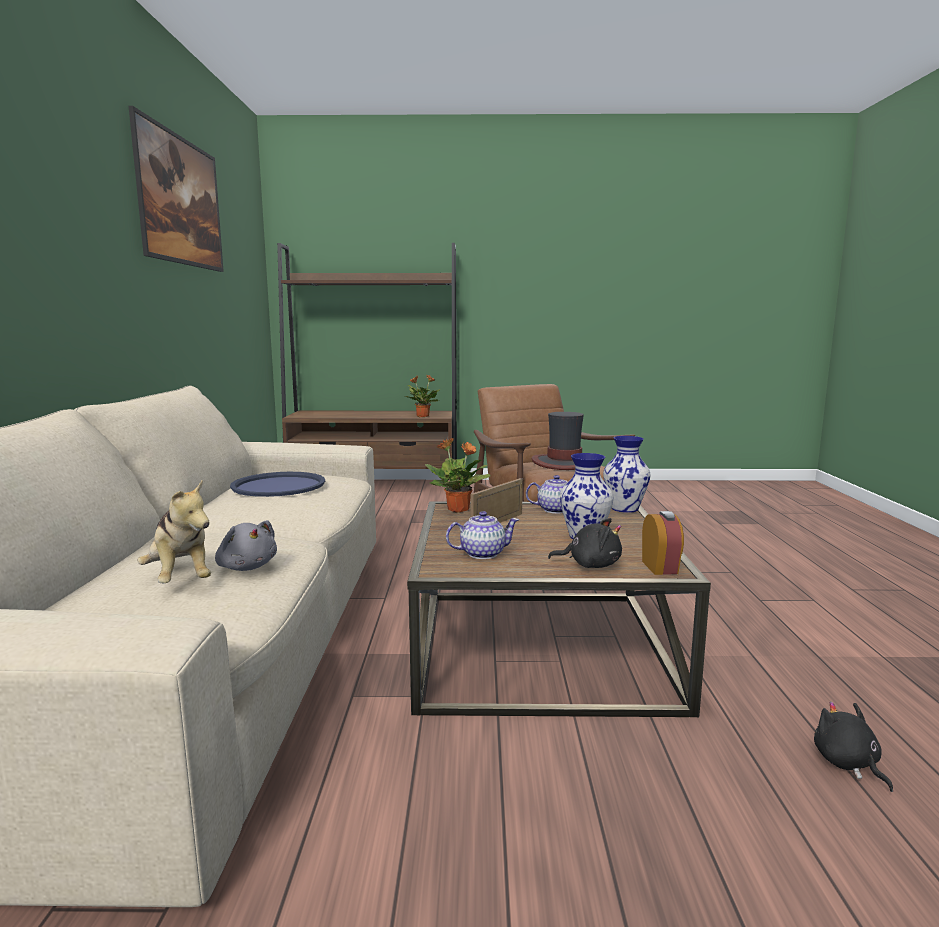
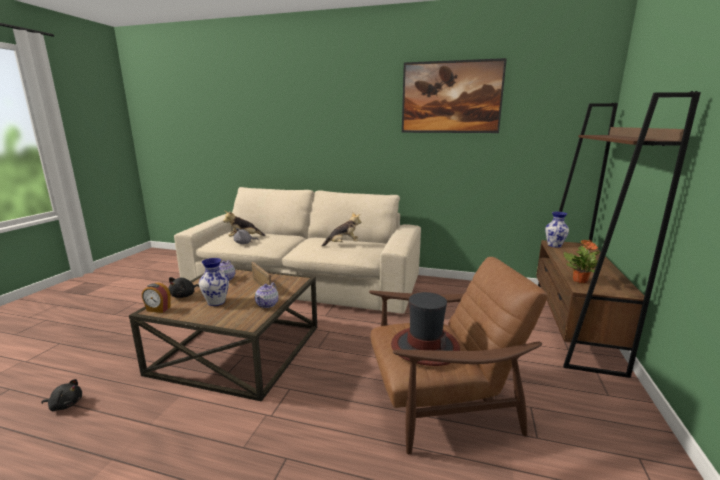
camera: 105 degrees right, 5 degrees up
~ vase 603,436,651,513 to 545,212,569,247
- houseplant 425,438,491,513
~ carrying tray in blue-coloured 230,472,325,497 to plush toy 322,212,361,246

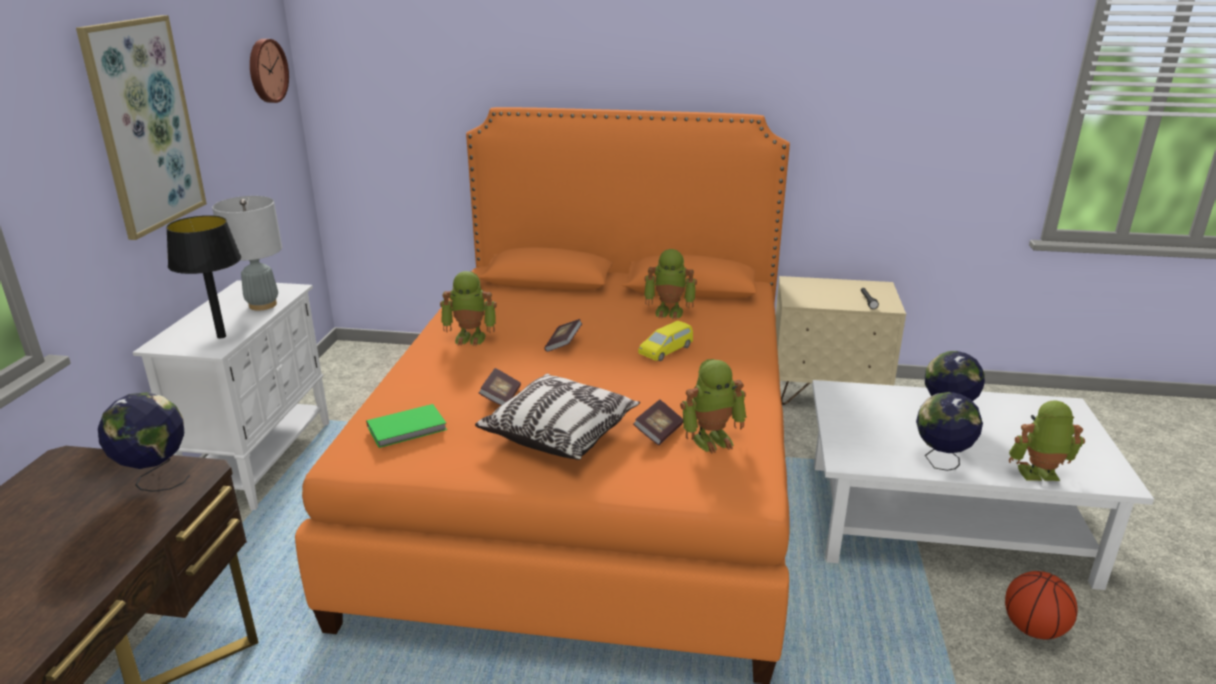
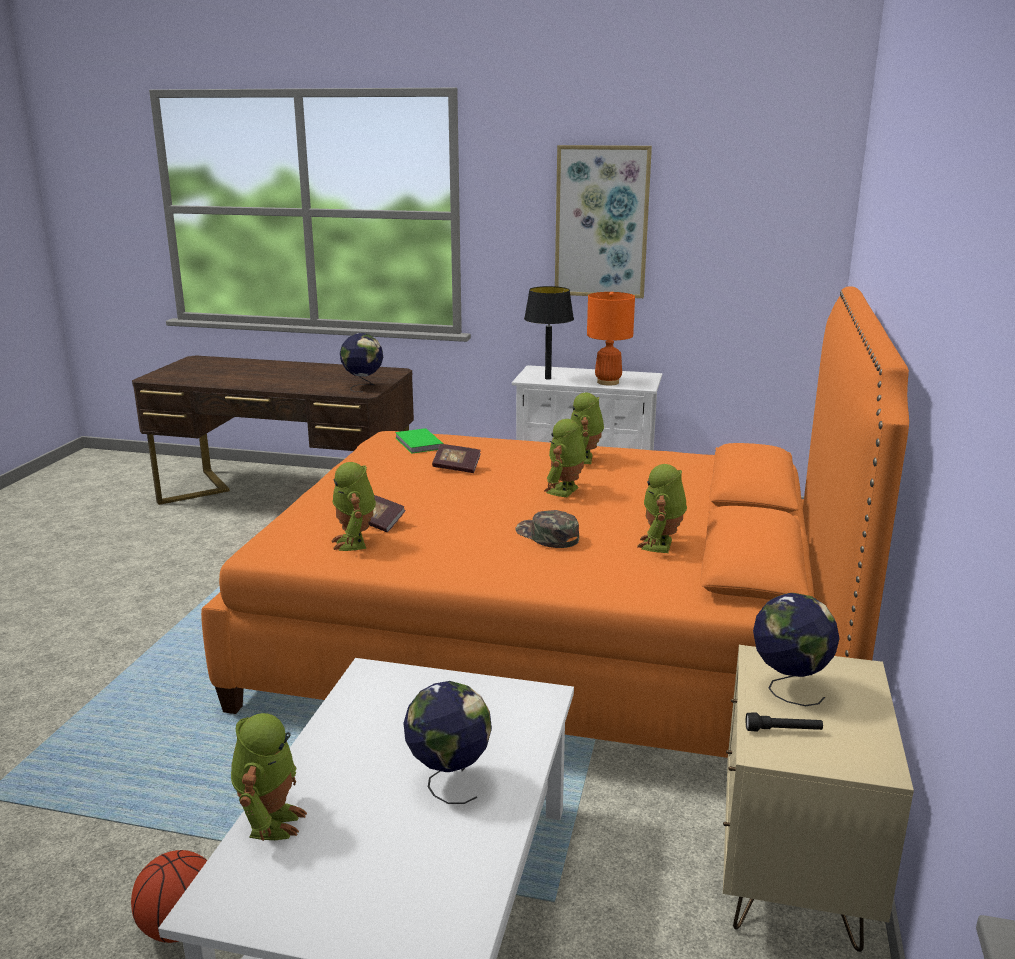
camera: 95 degrees right, 5 degrees down
- clock on the wall 250,39,289,103
~ lamp for a table in greyish 212,196,282,311 to lamp for a table in orange 587,292,635,386
~ bound book 544,319,582,352 to model robot 544,419,586,497
~ toy car in yellowish 638,320,693,361 to cap in greenish 516,510,579,548
- cushion 475,374,640,460
~ desk globe 916,392,983,471 to 753,593,840,706

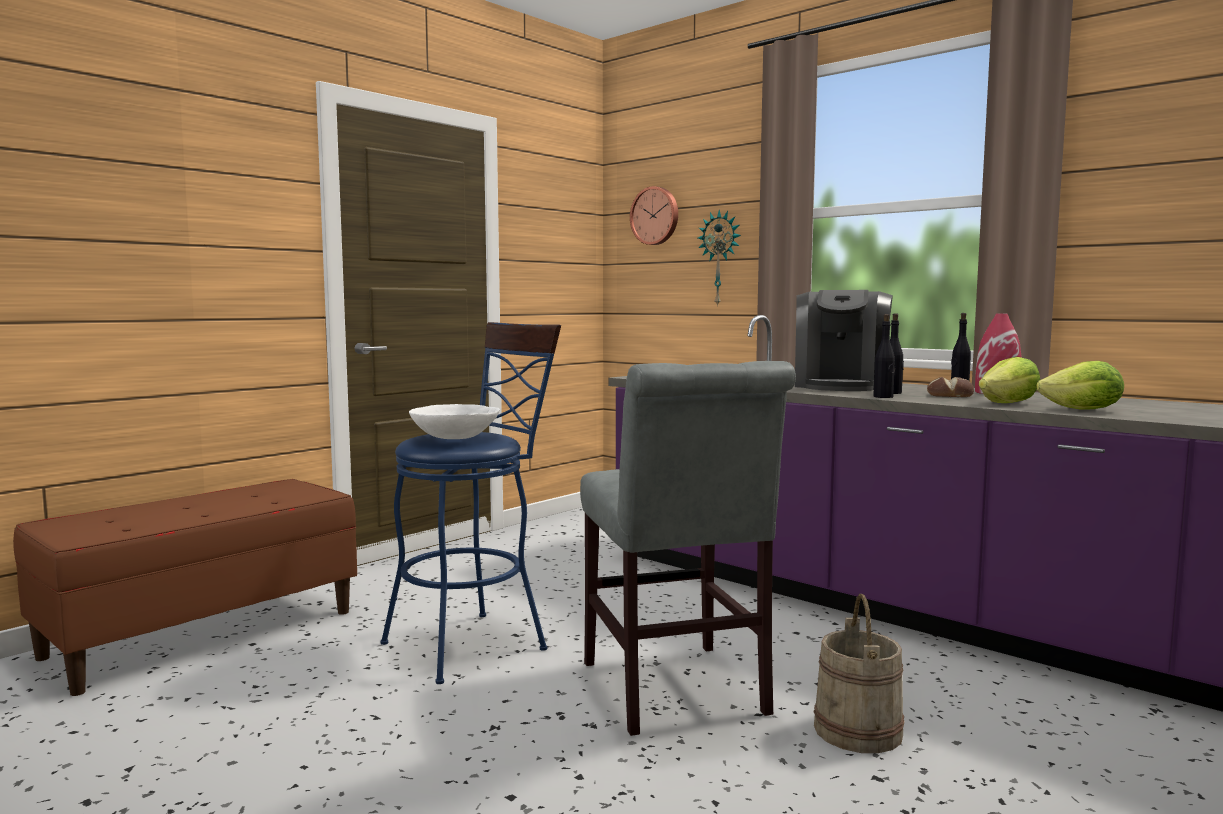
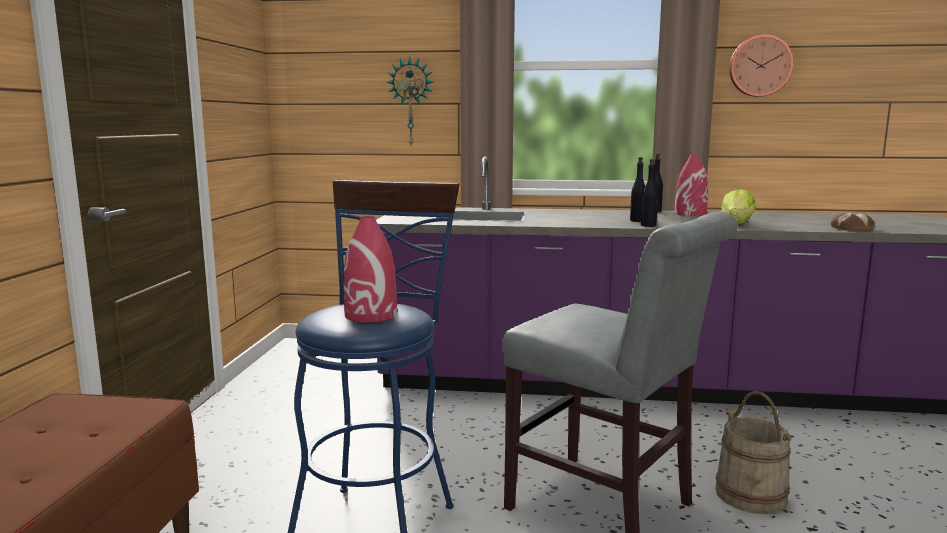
camera: 35 degrees left, 5 degrees up
~ clock on the wall 630,186,678,245 to 729,34,794,97
- coffee maker 795,290,893,391
- head of lettuce 1036,361,1124,409
~ baked bread 927,377,974,397 to 830,213,874,231
~ serving bowl in white-coloured 409,404,500,439 to vase in red-coloured 344,216,397,323

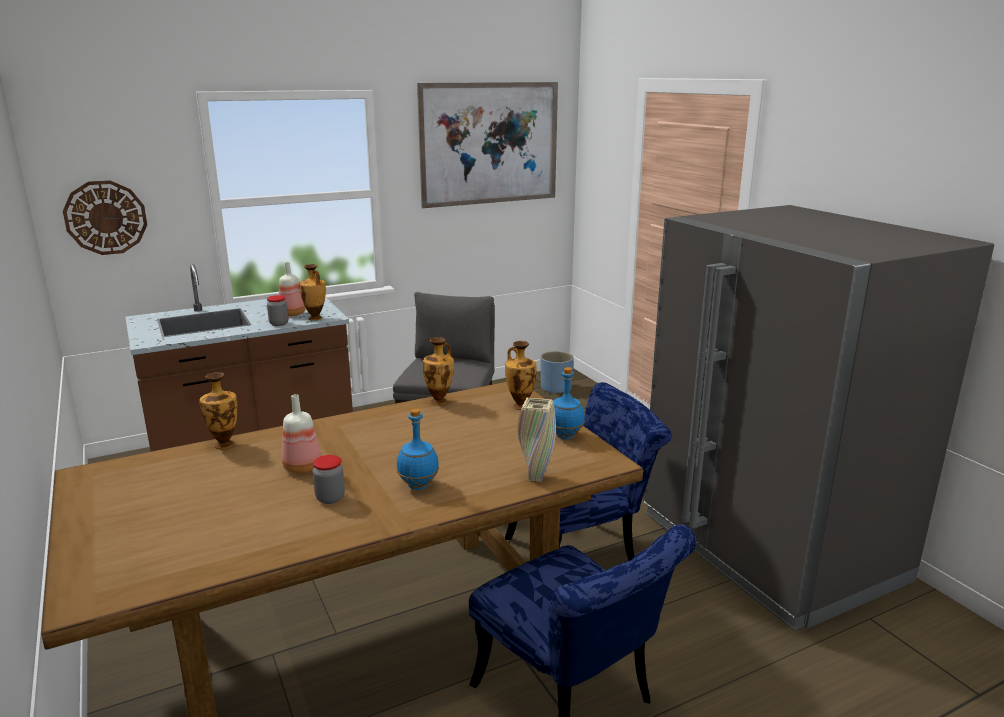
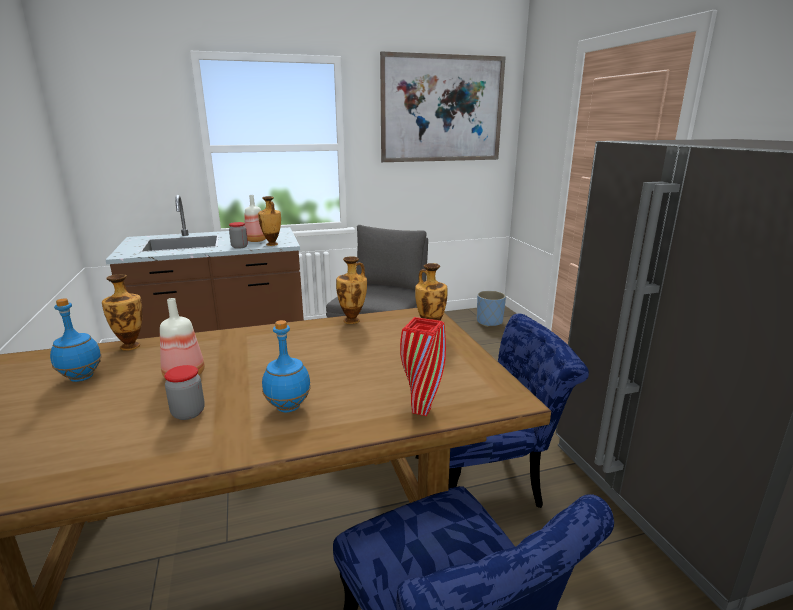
camera: 10 degrees right, 0 degrees up
- clock on the wall 63,180,147,255
~ beverage bottle in blue-coloured 553,367,585,439 to 50,298,102,382
~ vase in beige 518,398,556,482 to vase in red-coloured 400,317,446,416

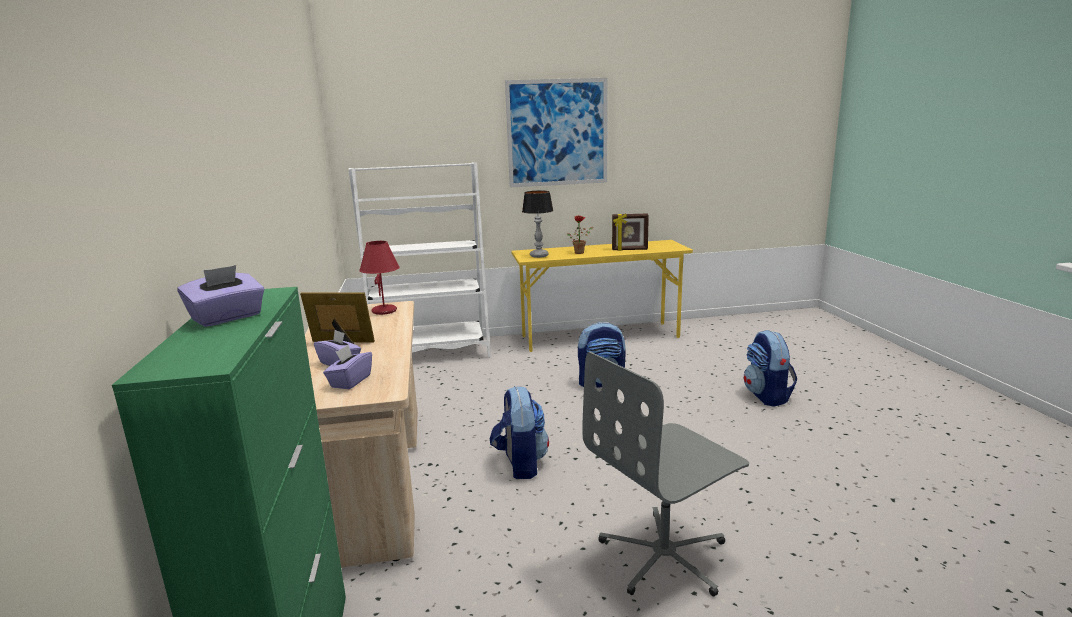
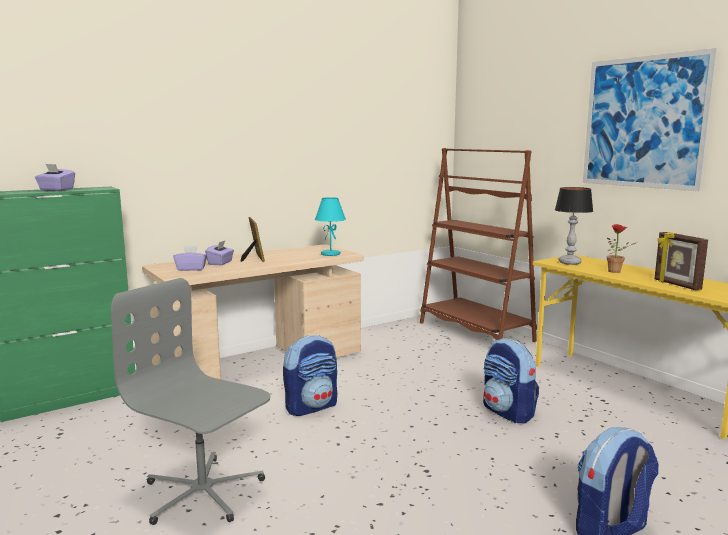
camera: 65 degrees right, 5 degrees down
~ shelving unit in white-coloured 348,163,491,358 to shelving unit in brownish 420,148,537,342
~ lamp for a table in red-coloured 359,241,400,315 to lamp for a table in turquoise 315,197,346,256

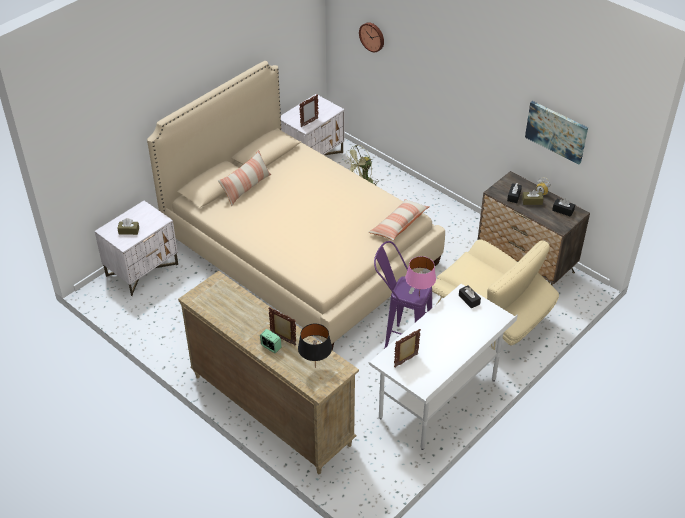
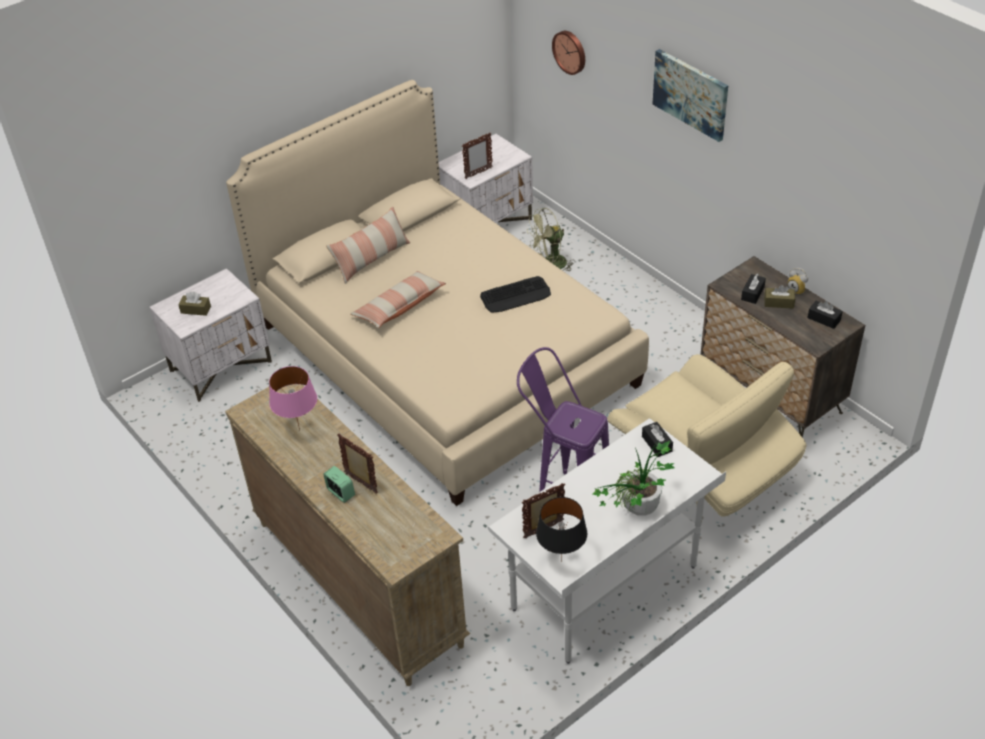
camera: 10 degrees right, 0 degrees up
~ picture 525,101,588,164 to 652,49,728,142
~ cushion 368,199,429,241 to 350,271,446,328
~ lamp for a table in pink-coloured 405,256,436,298 to 269,366,317,431
~ lamp for a table in black-coloured 298,324,332,368 to 536,497,587,562
+ keyboard 480,276,551,313
+ houseplant 593,440,675,516

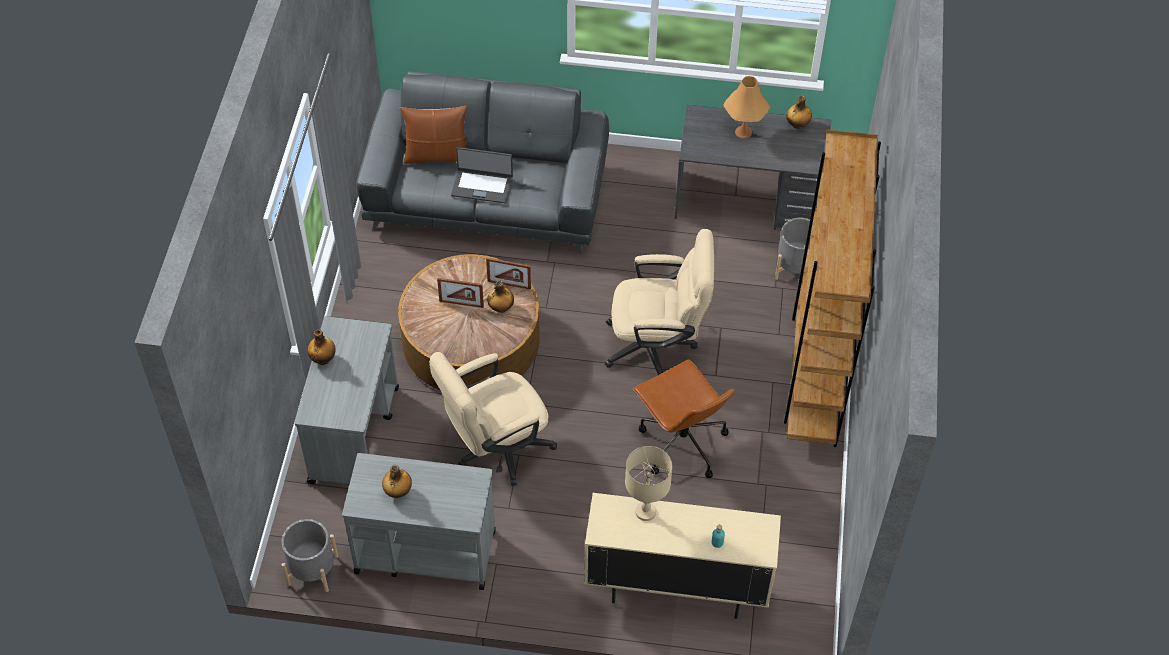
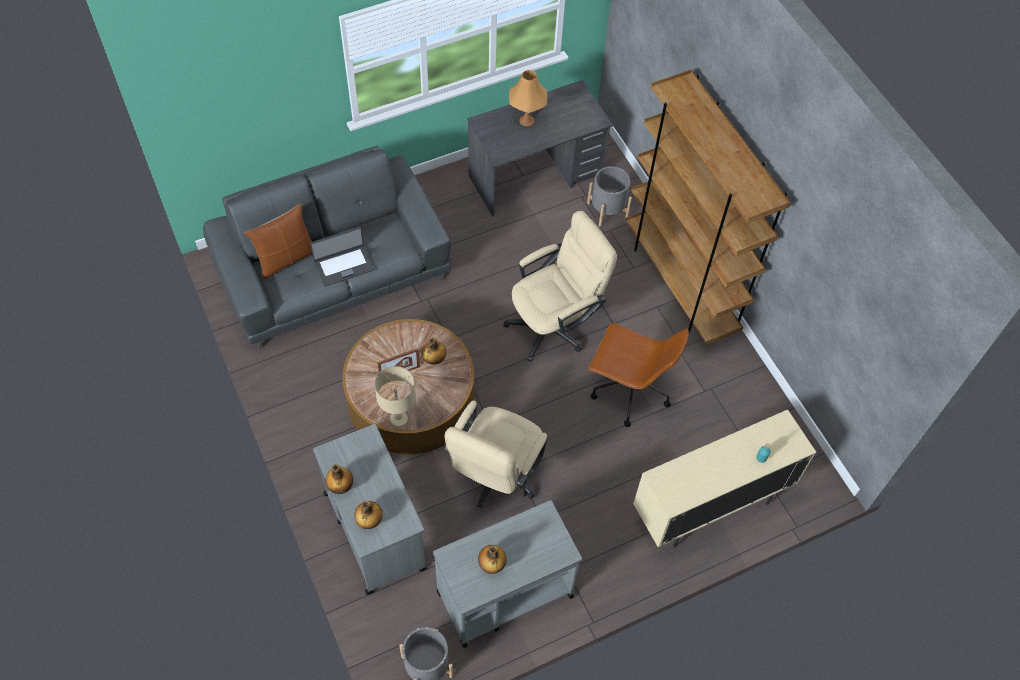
camera: 35 degrees left, 5 degrees up
~ beverage bottle 786,95,812,129 to 354,501,382,529
- standing frame 486,258,531,290
~ lamp for a table in beige 625,446,672,521 to 375,366,416,427

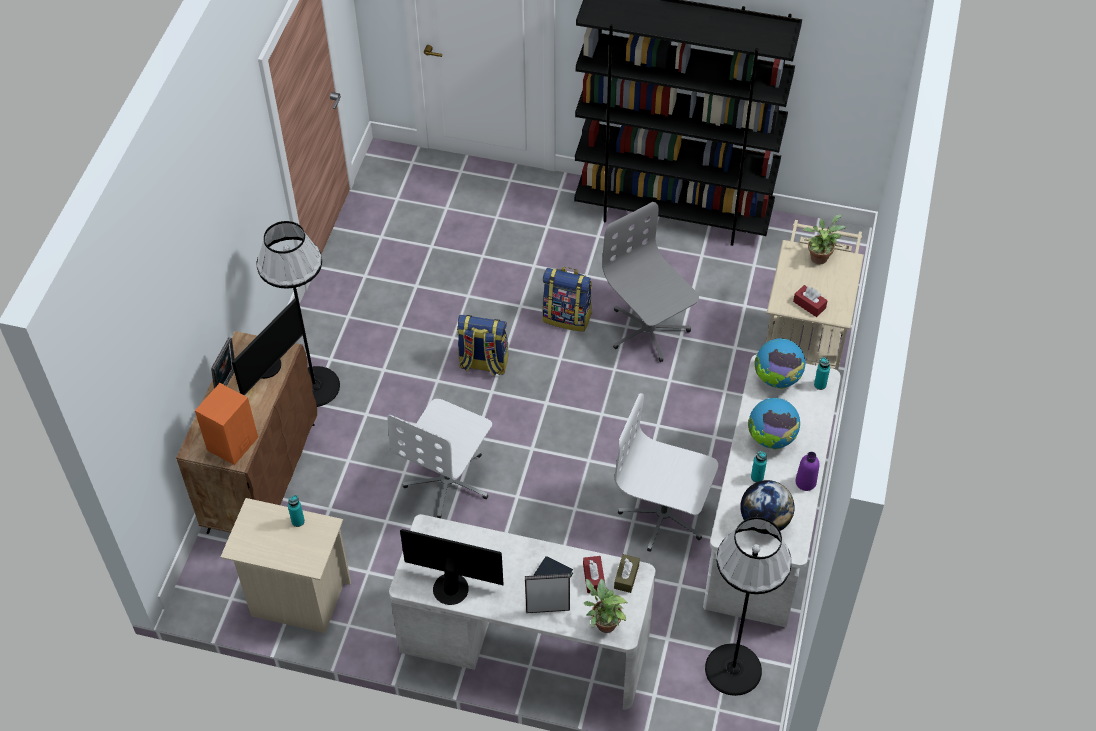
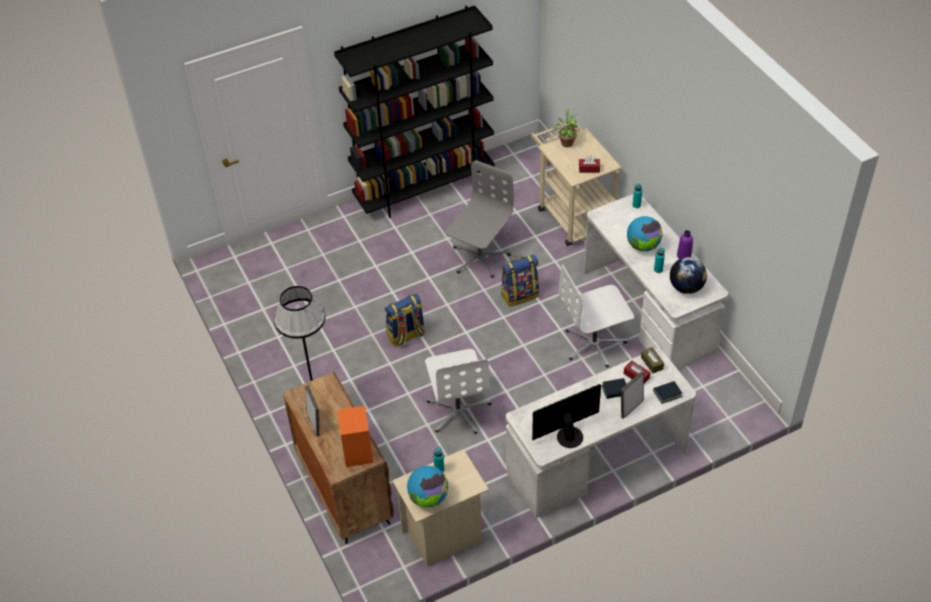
camera: 40 degrees left, 5 degrees down
~ office chair in greyish 602,202,699,362 = 446,160,514,278 105 degrees clockwise
~ backpack 542,267,592,332 to 501,255,539,307
- computer display 232,298,303,395
~ desk globe 755,338,805,389 to 407,466,449,507
- standard lamp in black-coloured 705,517,792,696
~ houseplant 584,579,628,633 to bound book 653,381,682,404

